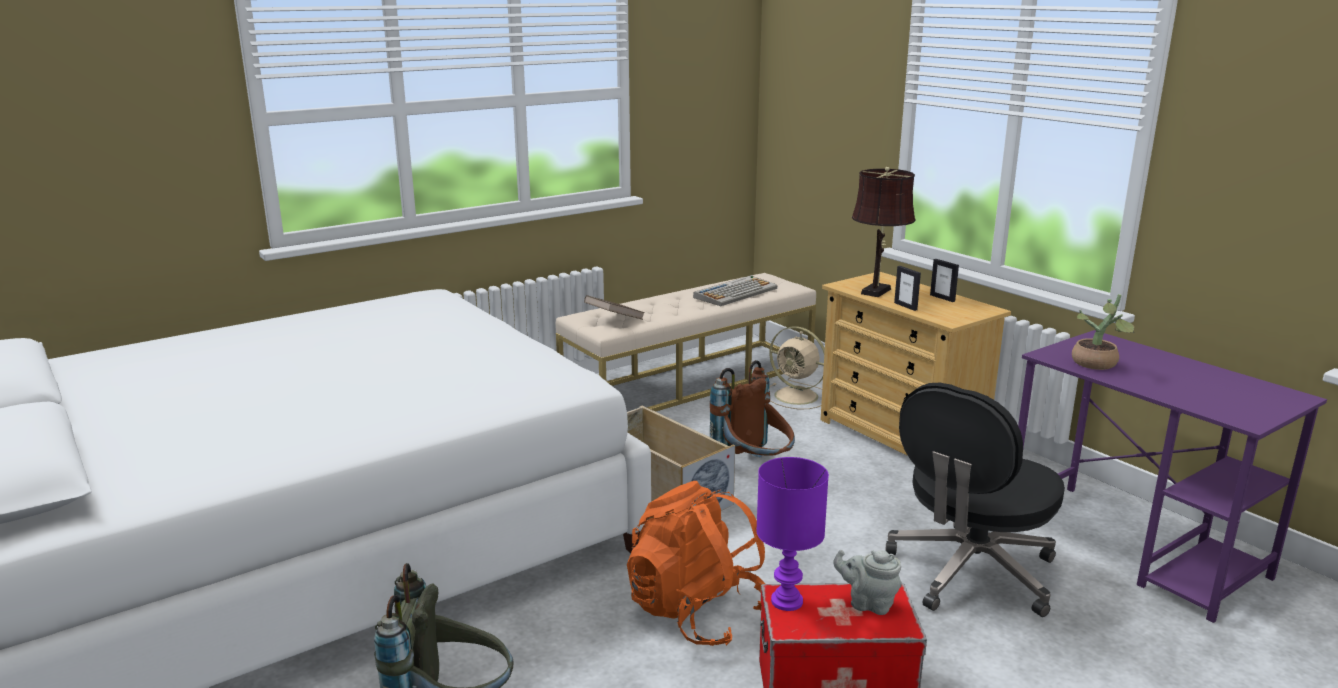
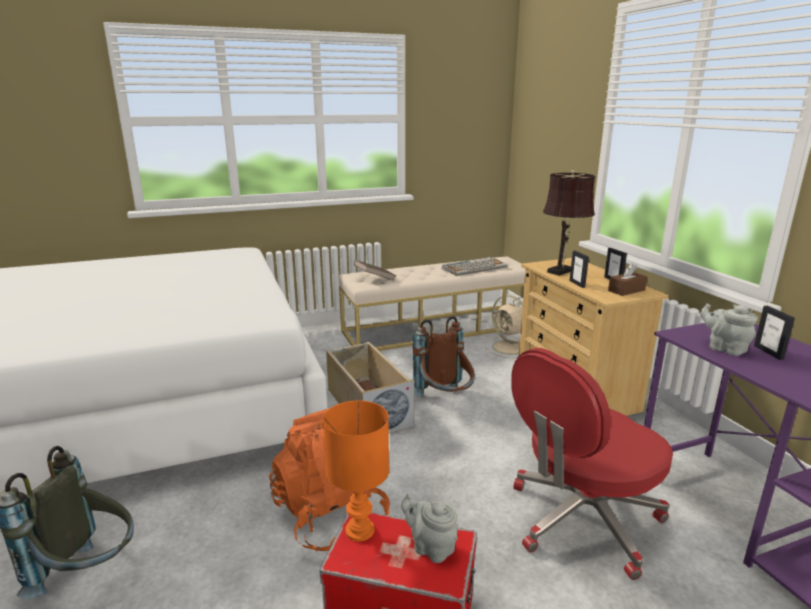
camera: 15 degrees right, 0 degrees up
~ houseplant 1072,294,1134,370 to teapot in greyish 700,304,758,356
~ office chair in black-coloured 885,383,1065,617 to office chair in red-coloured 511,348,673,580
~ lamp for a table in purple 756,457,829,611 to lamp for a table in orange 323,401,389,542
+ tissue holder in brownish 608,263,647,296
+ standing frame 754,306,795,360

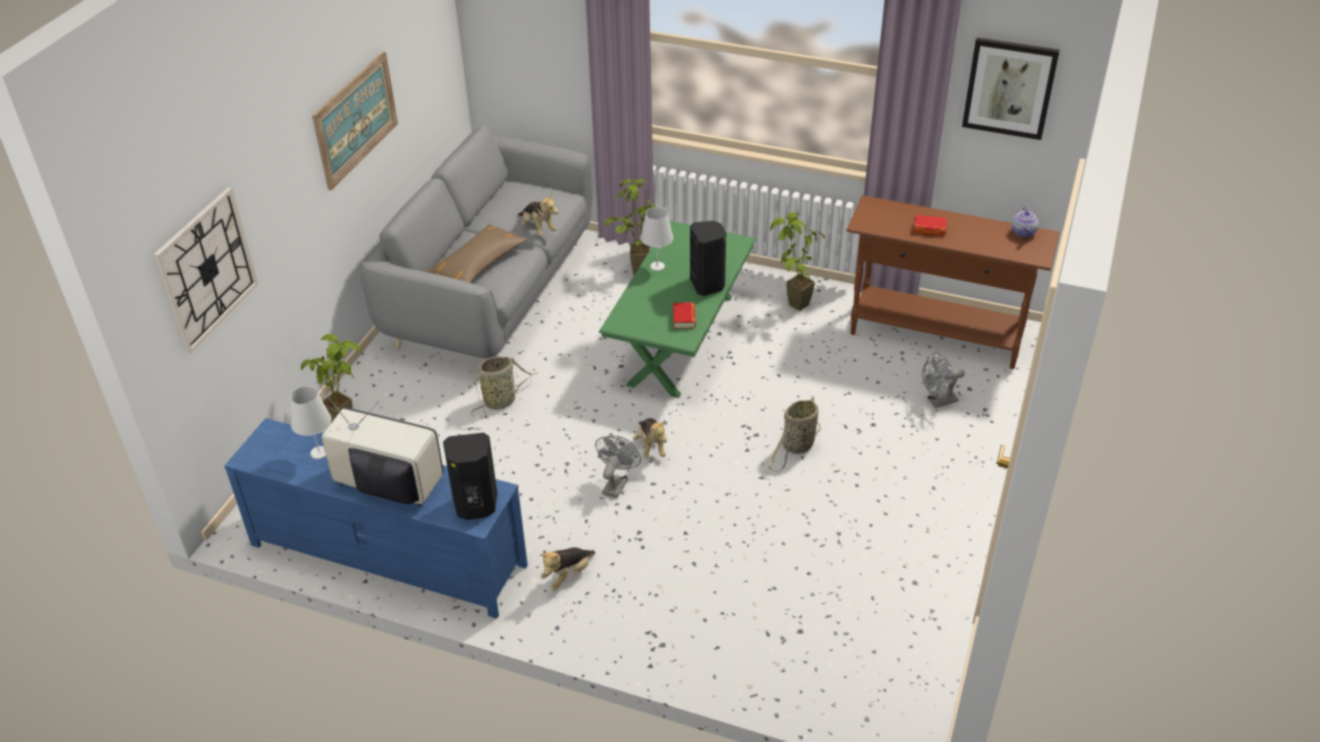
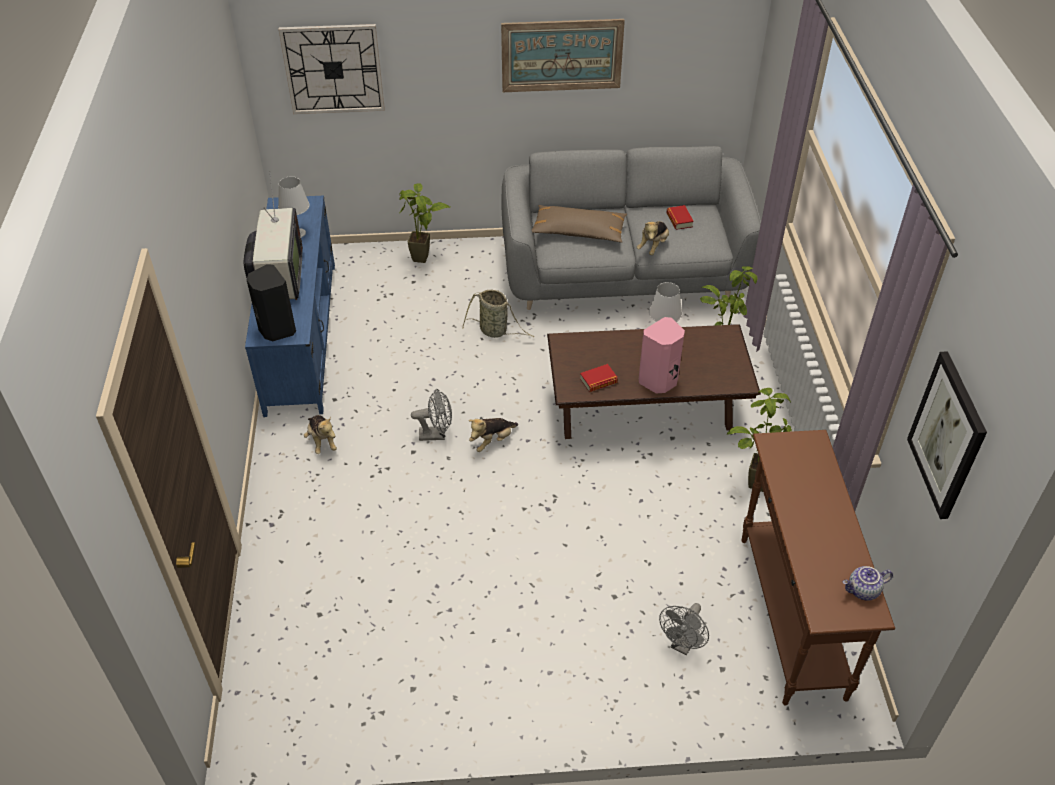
camera: 65 degrees right, 5 degrees up
~ bound book 914,215,947,236 to 666,205,694,230
~ low table in greenish 599,221,756,398 to low table in brownish 547,324,761,439
~ speaker in black-coloured 690,221,726,296 to speaker in pink-coloured 639,317,685,393
~ fan in greyish 922,353,965,408 = 659,603,709,655 105 degrees counterclockwise
- basket 768,396,821,472
~ plush toy 540,547,595,590 = 304,415,337,454 135 degrees counterclockwise

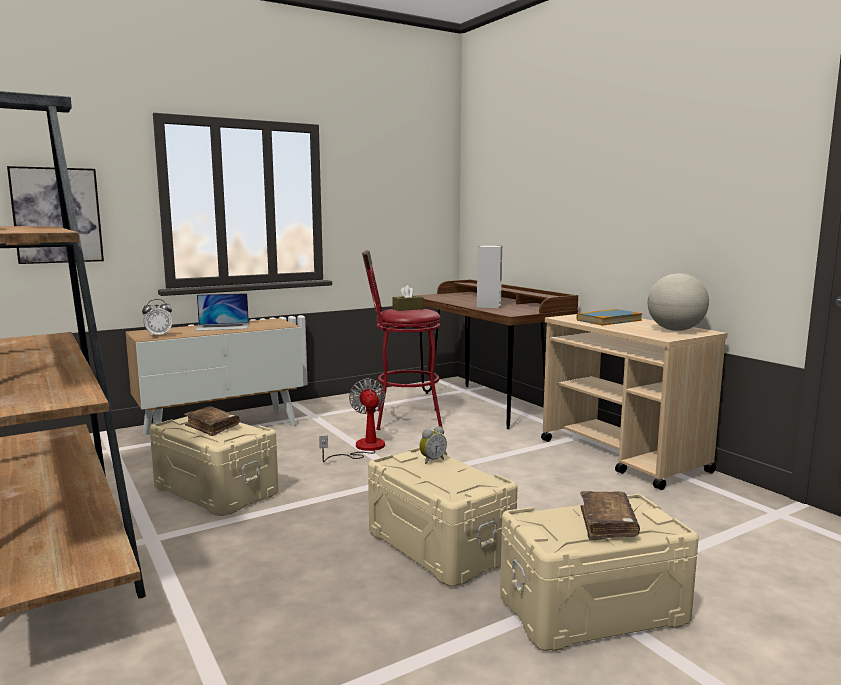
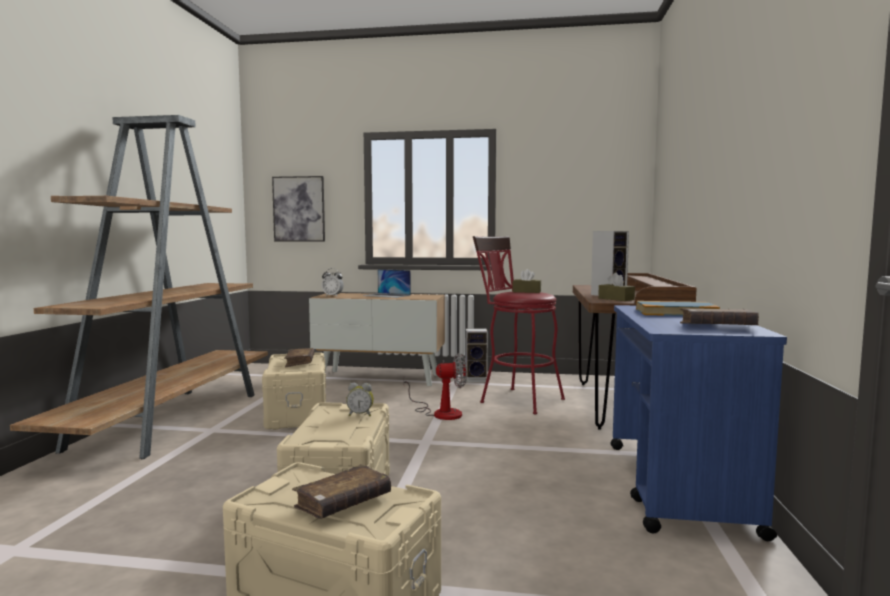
camera: 40 degrees right, 5 degrees down
~ desk globe 648,273,709,331 to bound book in brownish 680,308,759,325
~ cart in beige 541,314,728,490 to cart in blue-coloured 611,305,787,541
~ fan 319,378,385,462 = 404,353,467,420 60 degrees clockwise
+ tissue holder in brownish 598,272,635,301
+ speaker 466,328,488,382

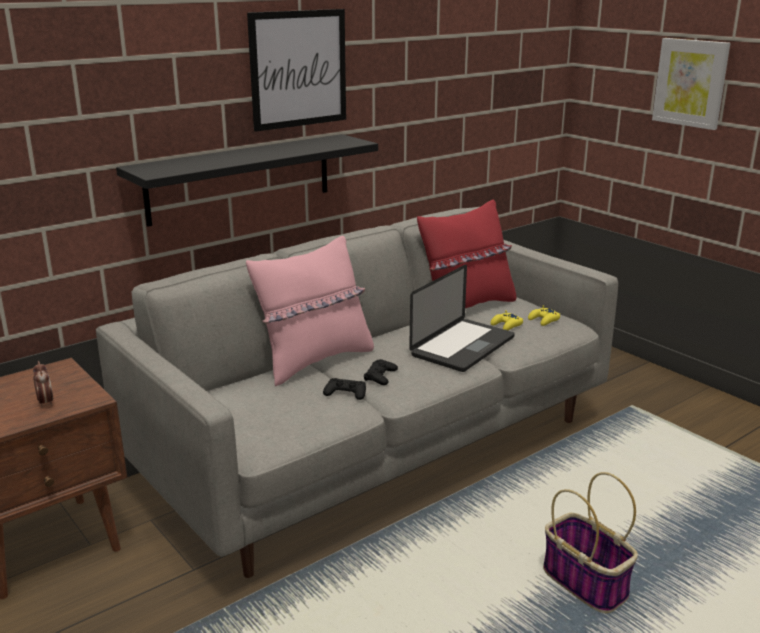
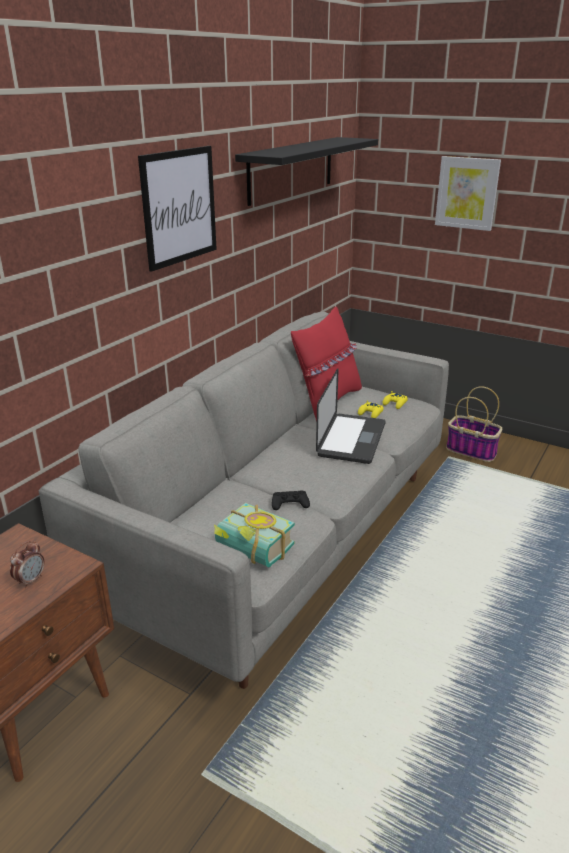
camera: 20 degrees left, 5 degrees up
~ shelf in black-coloured 116,134,378,227 to 235,137,378,206
- cushion in pink-coloured 246,236,374,387
- gamepad in black-coloured 364,359,398,385
~ alarm clock 33,361,53,407 = 10,541,44,588 75 degrees clockwise
~ basket 543,472,638,613 to 446,386,502,462
+ bound book 214,503,295,567

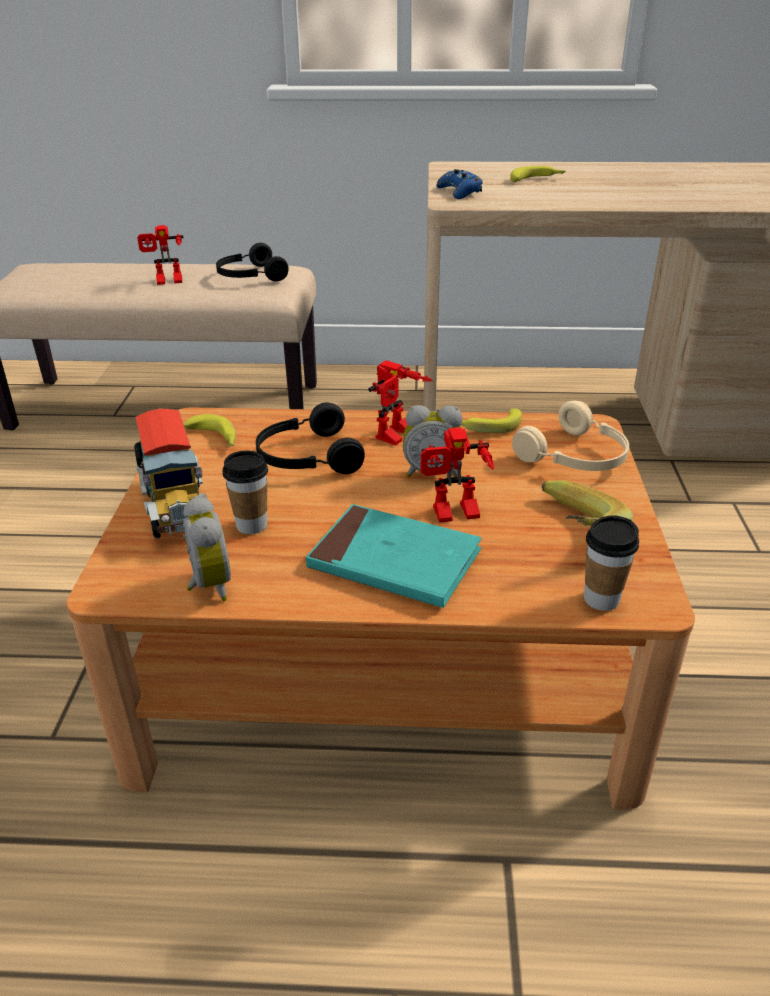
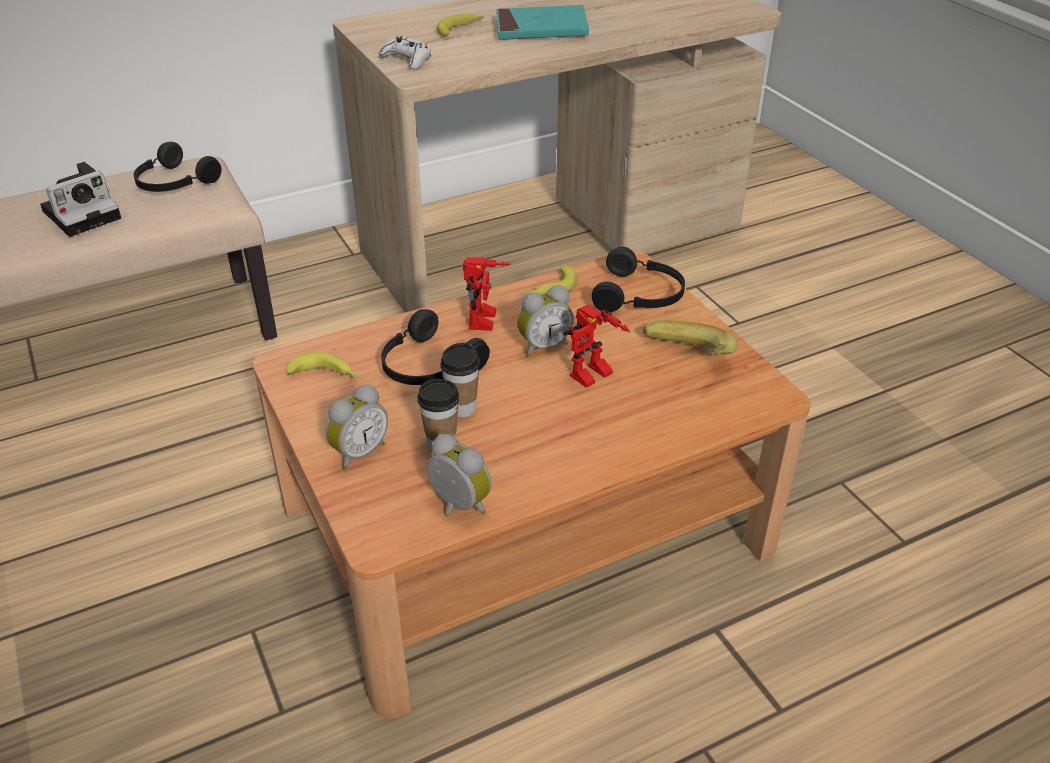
camera: 30 degrees left, 5 degrees up
~ gamepad in blue-coloured 436,169,483,199 to gamepad in white-coloured 379,36,431,70
~ model robot 137,225,183,285 to photo camera 40,162,121,237
~ headphones in beige 512,401,629,471 to headphones in black-coloured 592,247,685,312
~ toy lorry 134,409,208,539 to alarm clock 325,384,388,470
~ bound book in turquoise 306,504,481,608 to 496,5,589,40
~ cup 584,515,639,611 to 440,343,480,417

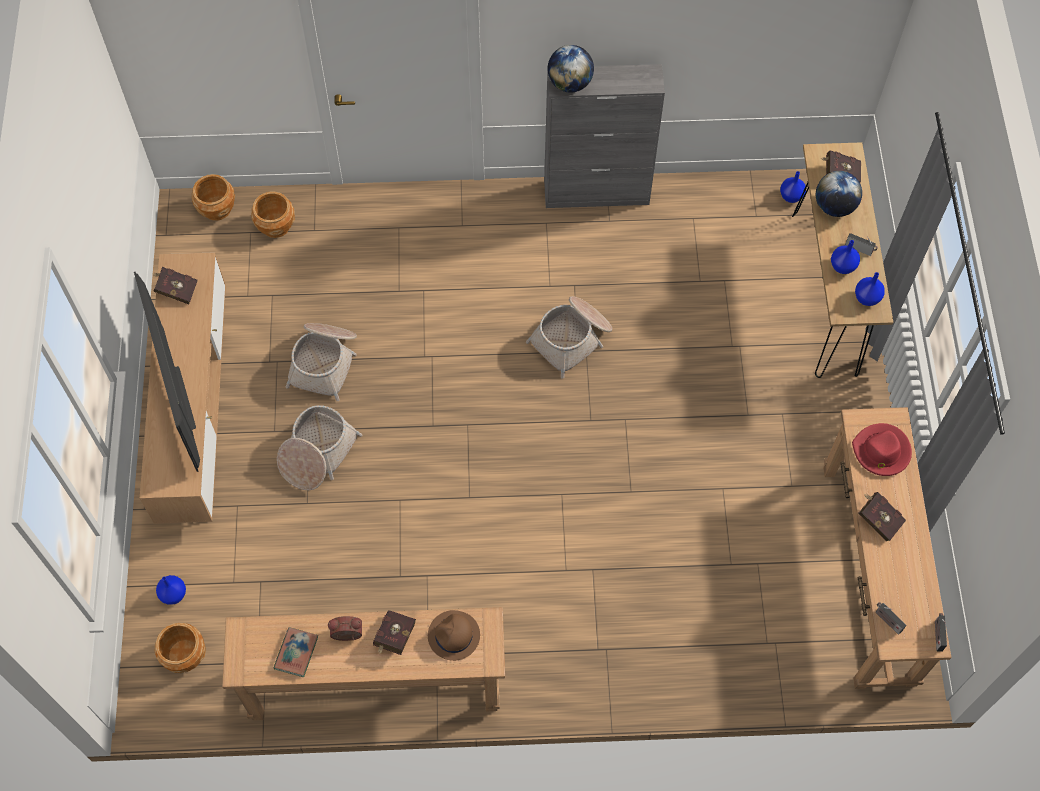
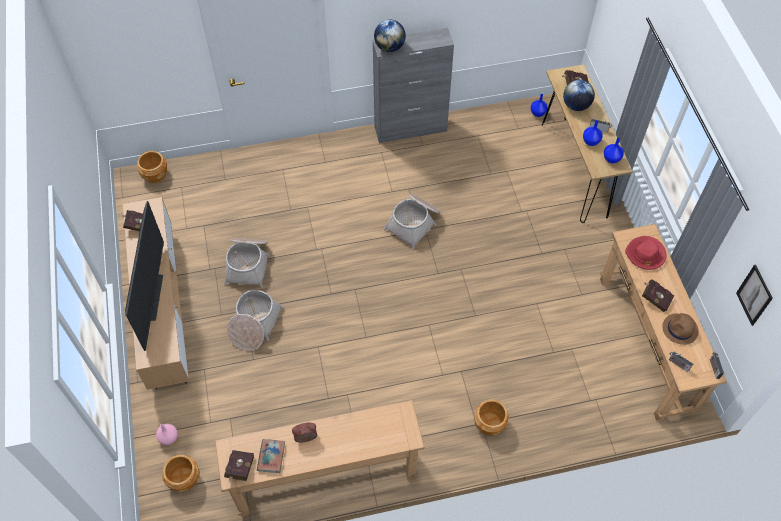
camera: 10 degrees left, 5 degrees down
~ flower pot in brownish 251,192,295,238 to 474,399,509,435
~ TV set 134,272,200,472 = 125,201,164,351 150 degrees counterclockwise
~ vase in blue-coloured 156,575,186,605 to vase in pink-coloured 156,424,178,445
~ bound book in red-coloured 373,610,416,655 to 224,450,254,482
~ clothing hat in brownish 428,610,480,661 to 662,313,699,345
+ picture 736,265,773,326

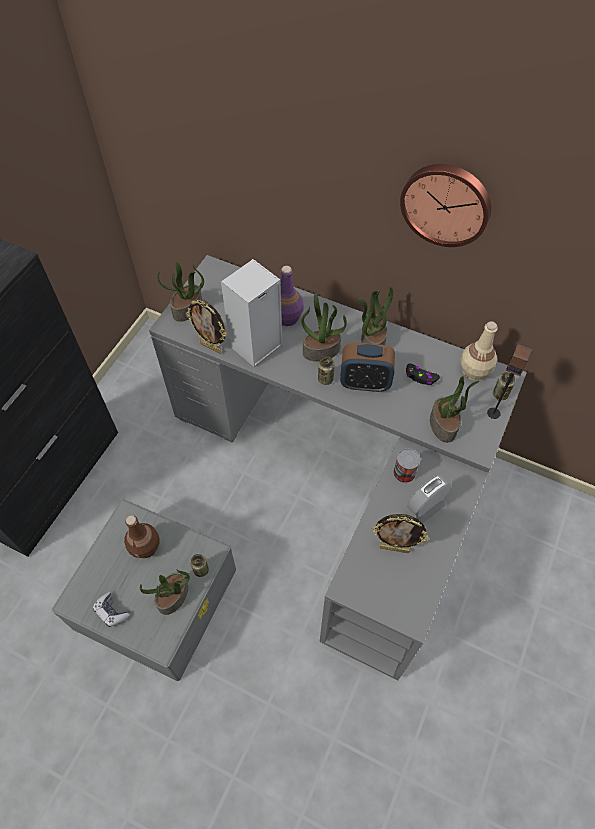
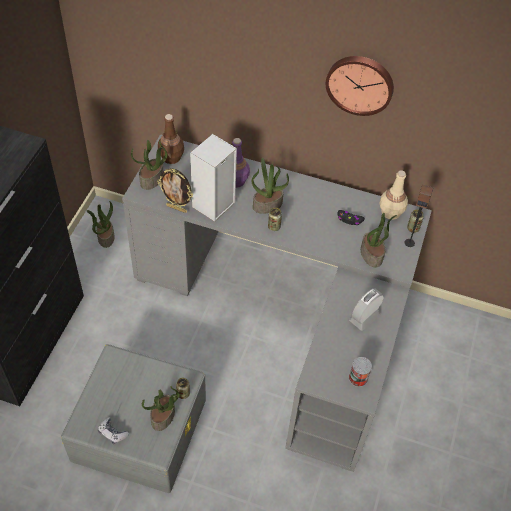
camera: 10 degrees left, 5 degrees down
~ houseplant 359,287,393,345 to 87,201,115,248
- alarm clock 340,343,395,392
~ metal can 393,448,421,483 to 349,357,372,387
- standing frame 371,514,429,553
~ beverage bottle in brownish 124,515,160,558 to 158,114,184,164

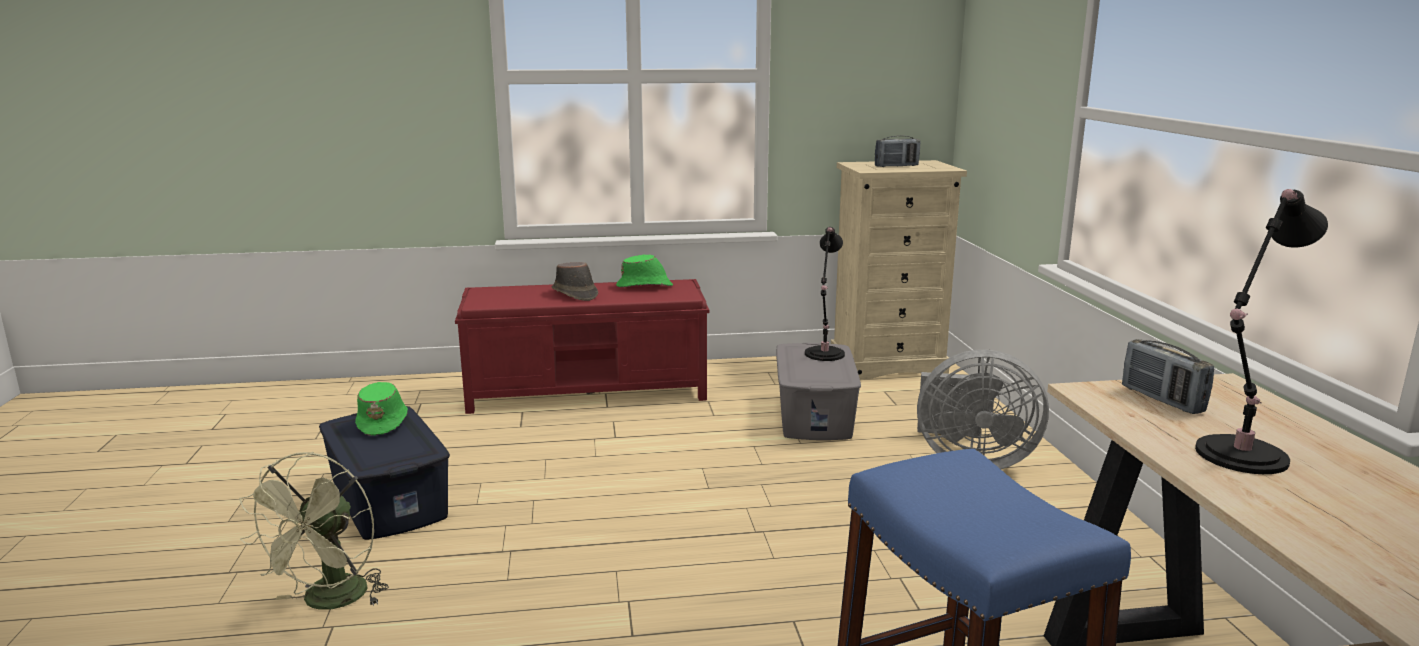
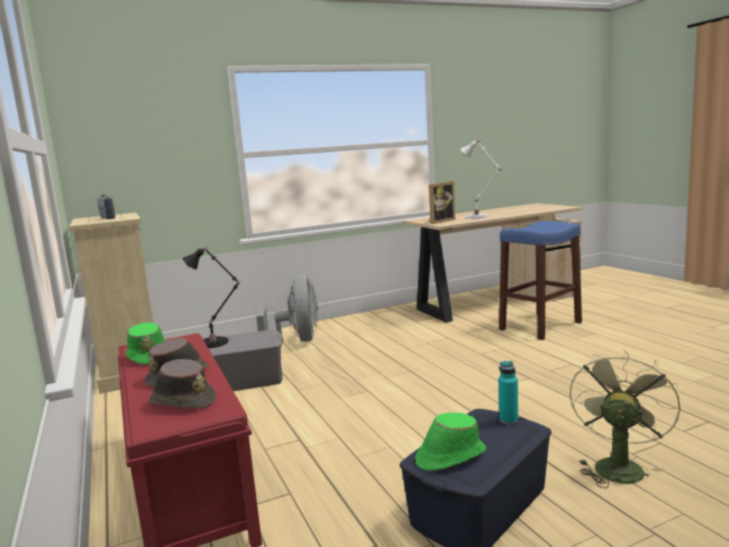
camera: 105 degrees left, 5 degrees down
~ lamp for a table in black-coloured 1195,189,1328,474 to lamp for a table in white-coloured 461,140,501,219
~ radio set 1122,339,1214,414 to standing frame 429,181,455,224
~ fan in greenish 239,452,389,610 = 570,349,681,488 60 degrees counterclockwise
+ clothing hat in brownish 148,359,216,409
+ beverage bottle in turquoise 499,361,518,424

